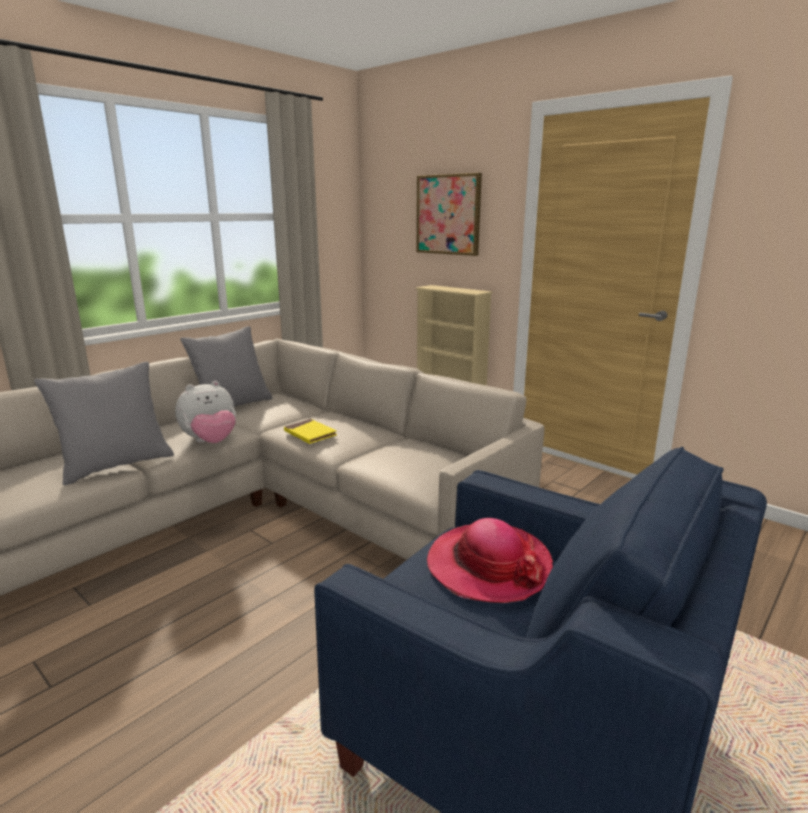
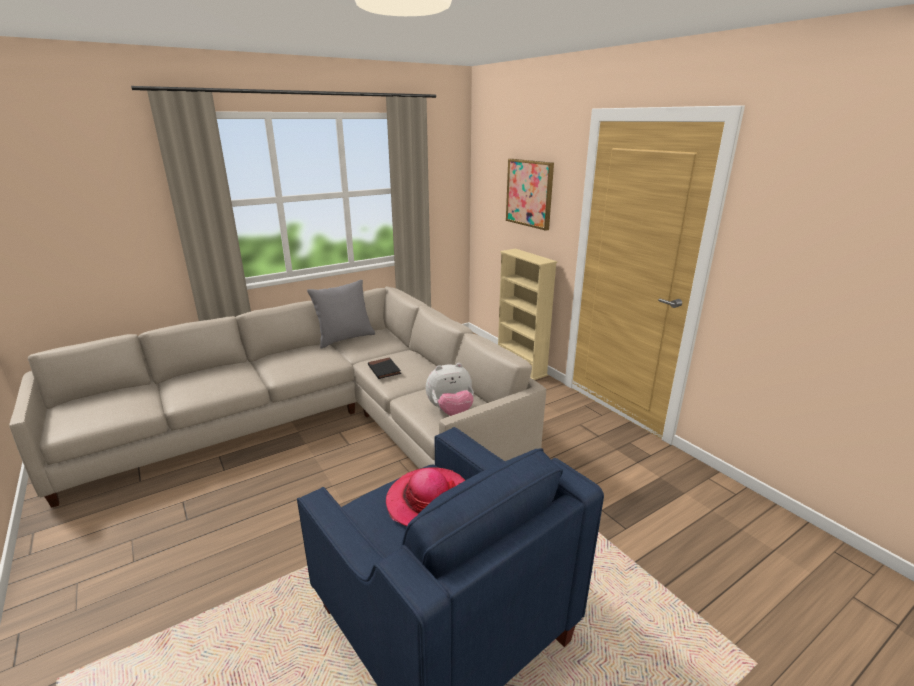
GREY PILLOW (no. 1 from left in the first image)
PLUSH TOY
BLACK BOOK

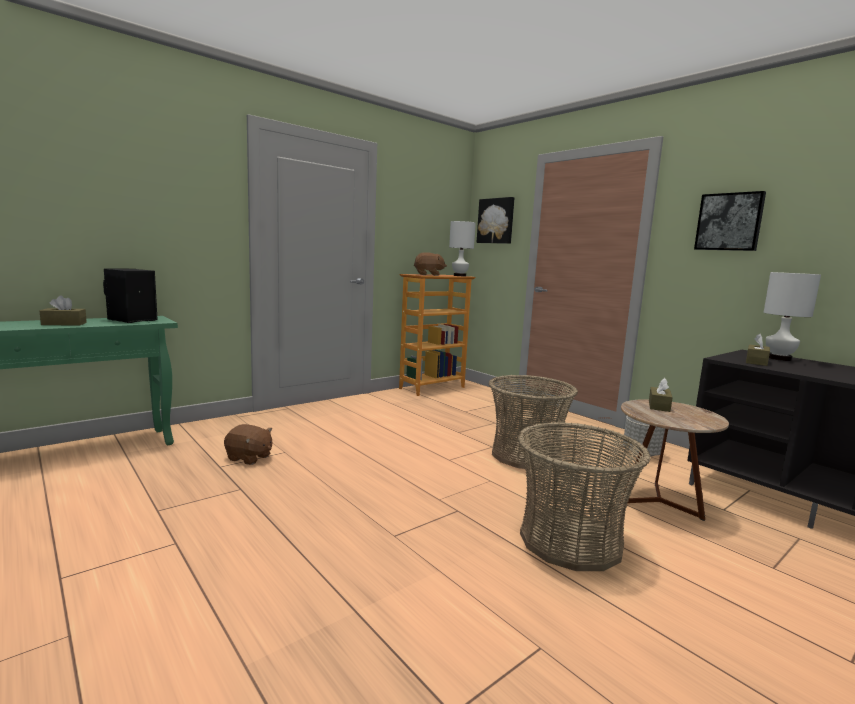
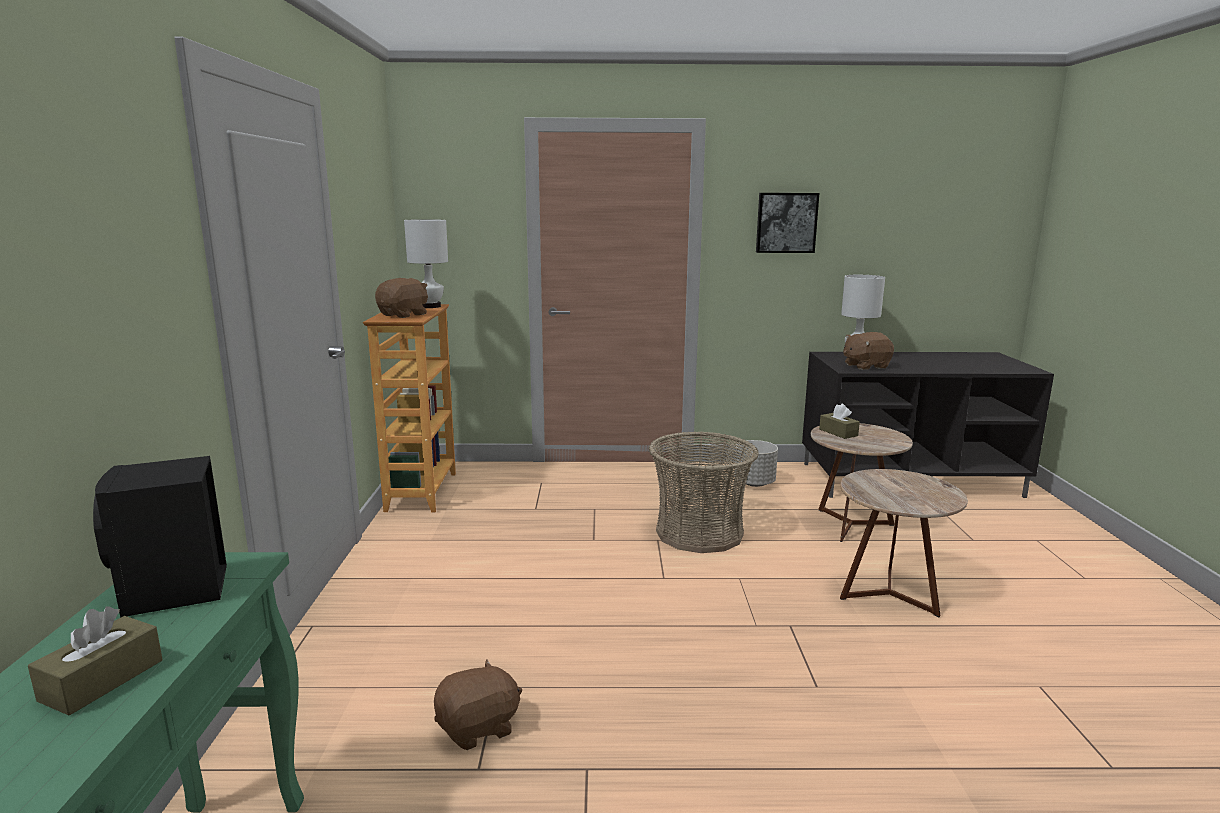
PICTURE (no. 1 from left in the first image)
BROWN SIDE TABLE (no. 2 from left)
BROWN PLUSH TOY (no. 3 from left)

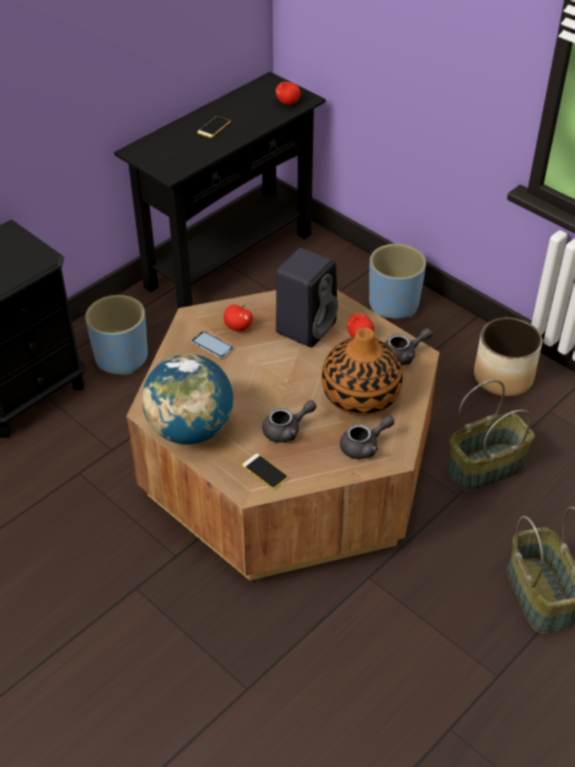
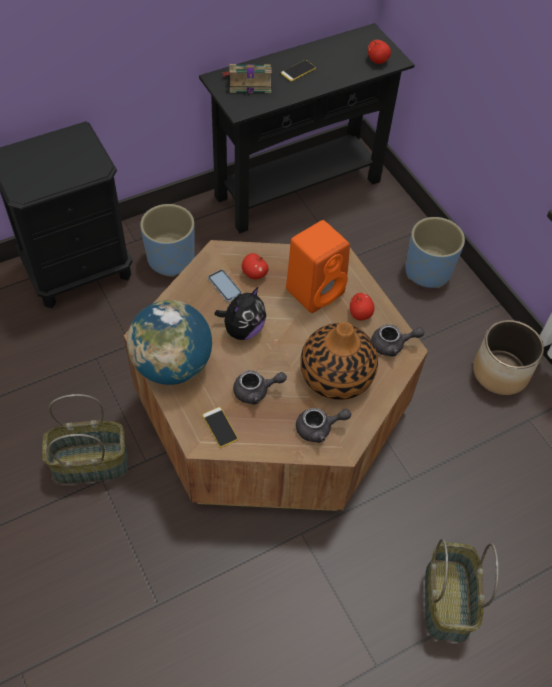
ORANGE SPEAKER
BASKET (no. 1 from left)
PLUSH TOY
BOOK

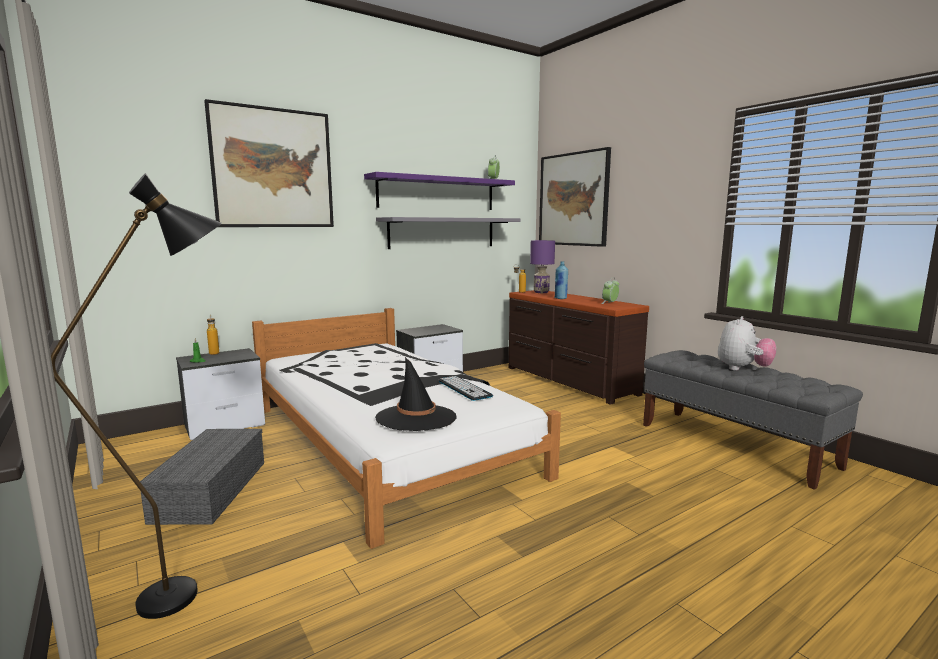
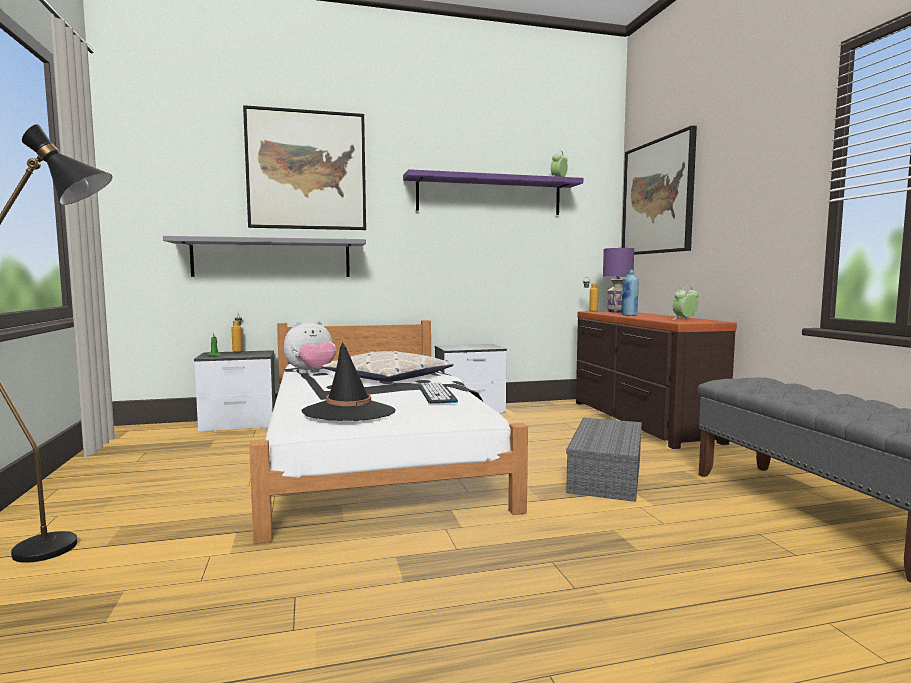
GREY STORAGE BOX
GREY SHELF
PLUSH TOY
PILLOW

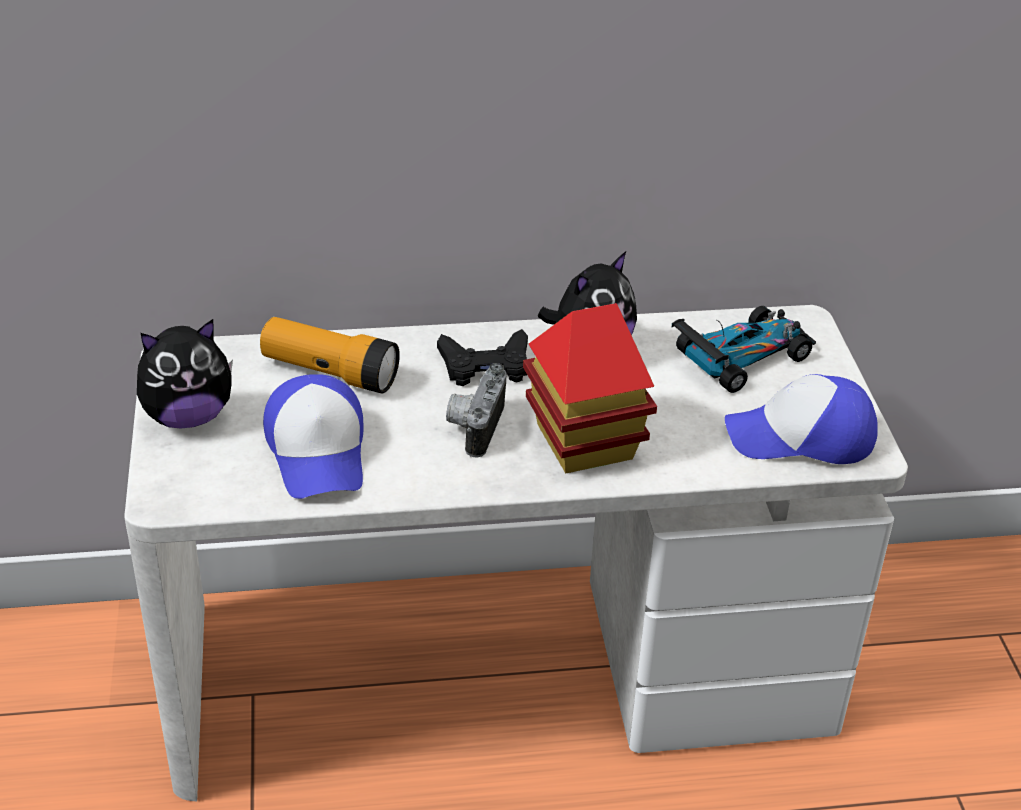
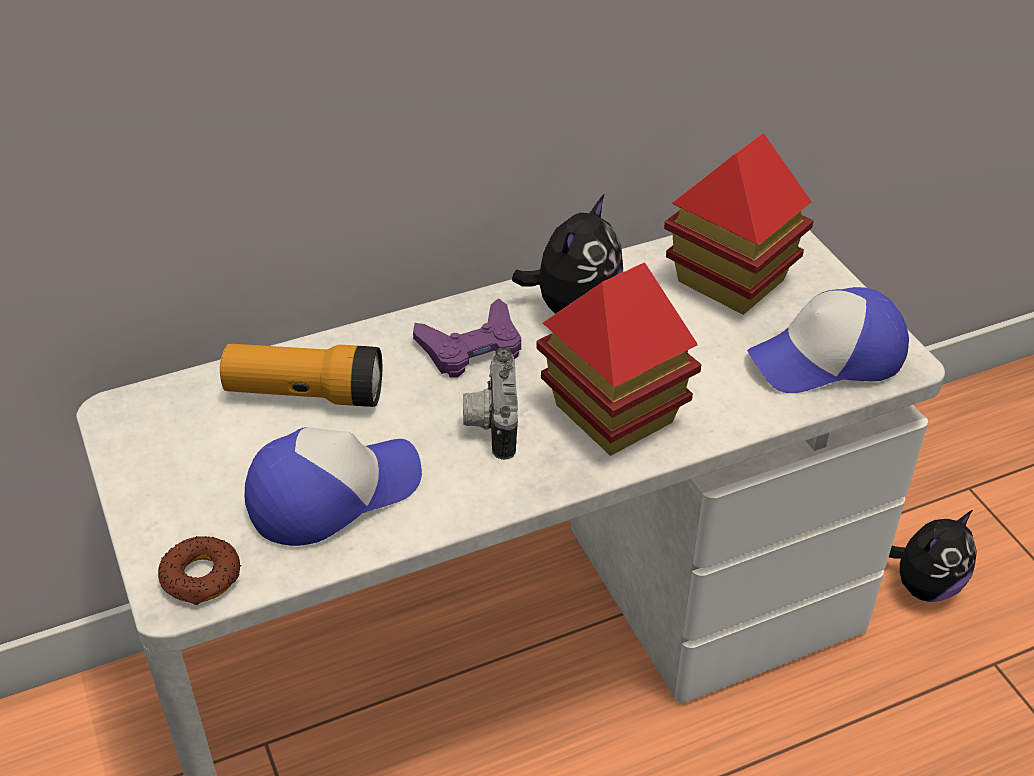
PLUSH TOY (no. 2 from left)
CAP (no. 1 from left)
PURPLE GAME CONTROLLER
TOY HOUSE (no. 2 from left)
DONUT

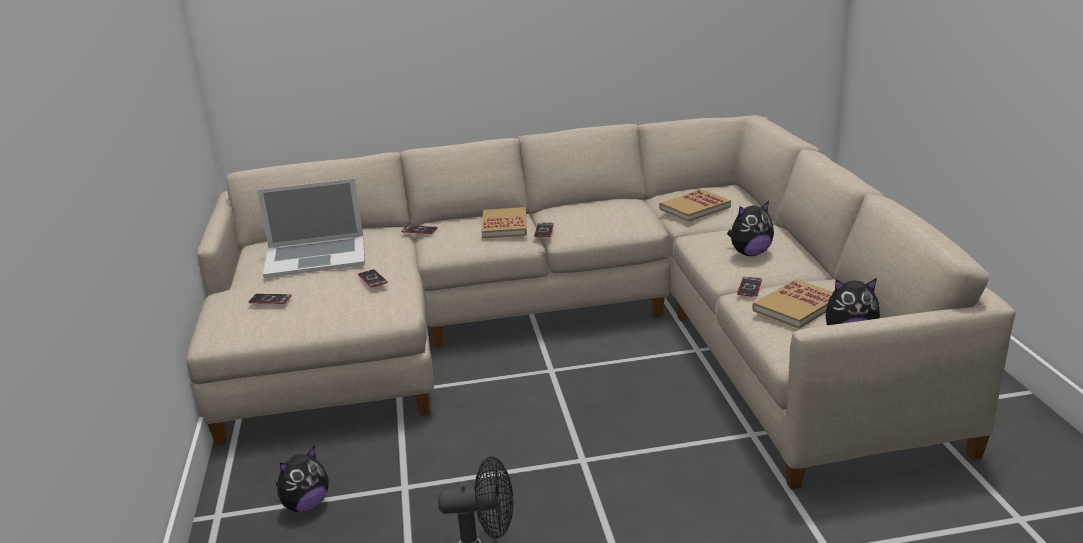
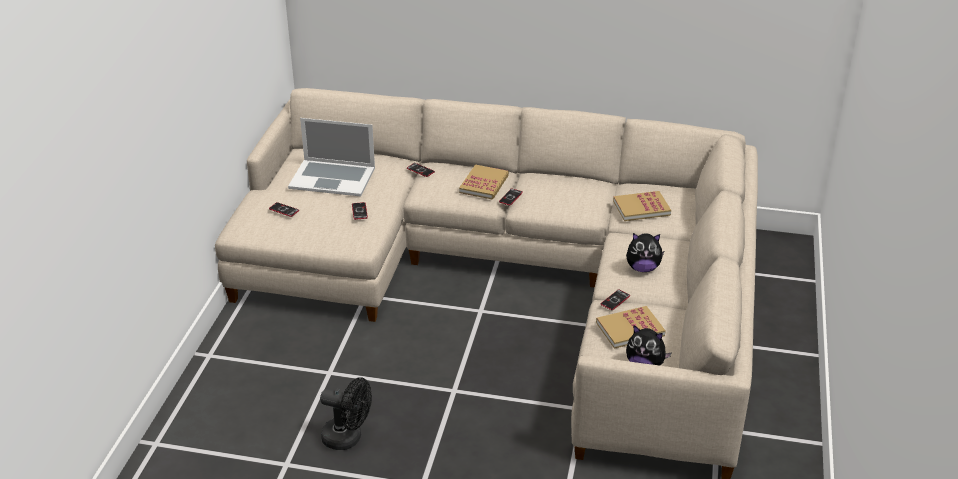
PLUSH TOY (no. 1 from left in the first image)

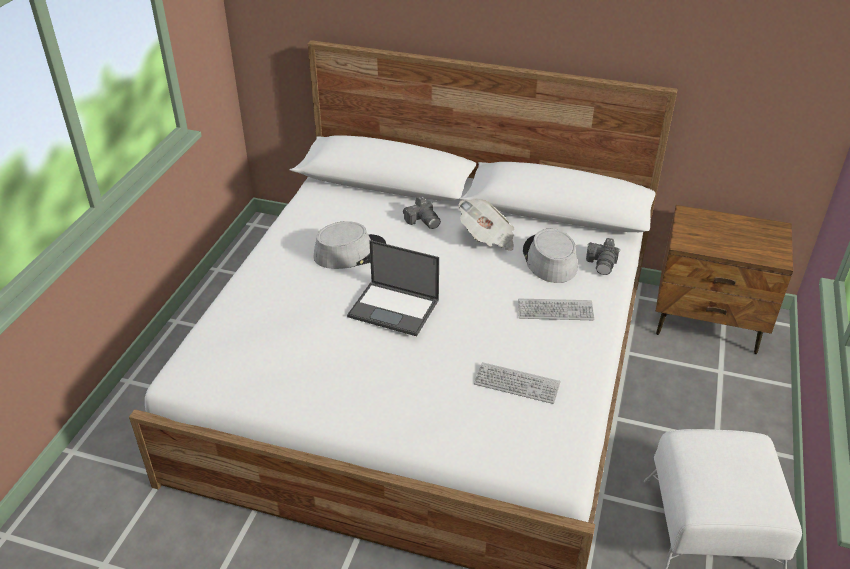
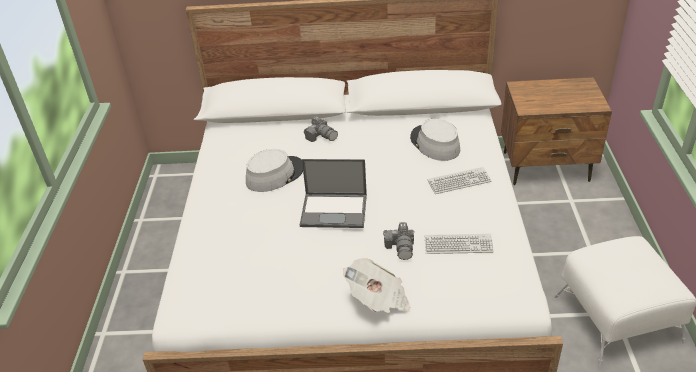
NEWSPAPER
PHOTO CAMERA (no. 2 from left)

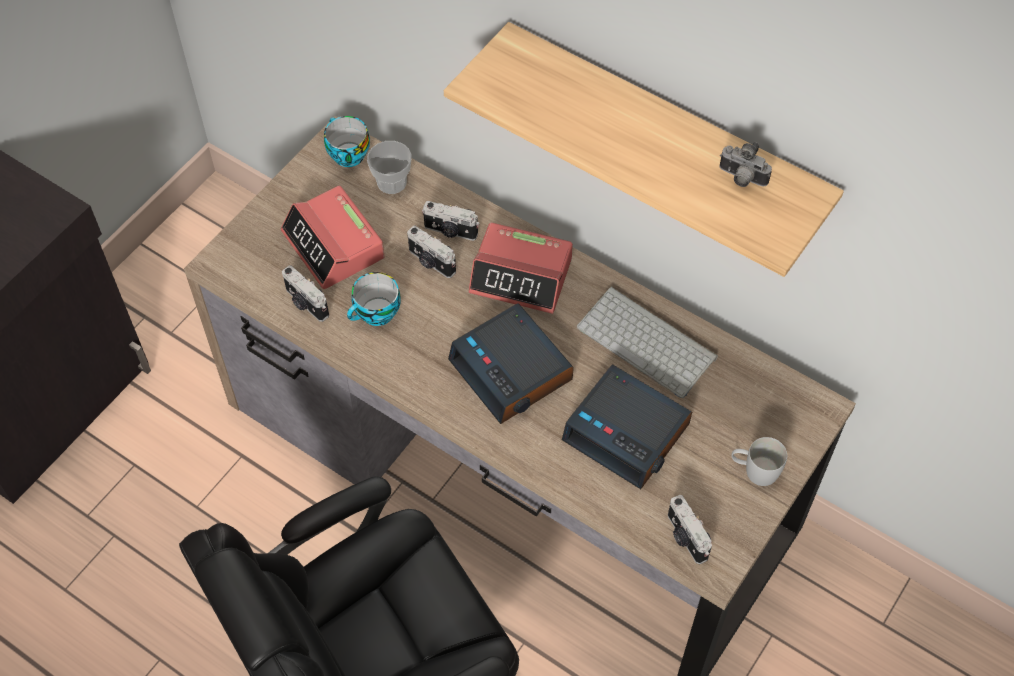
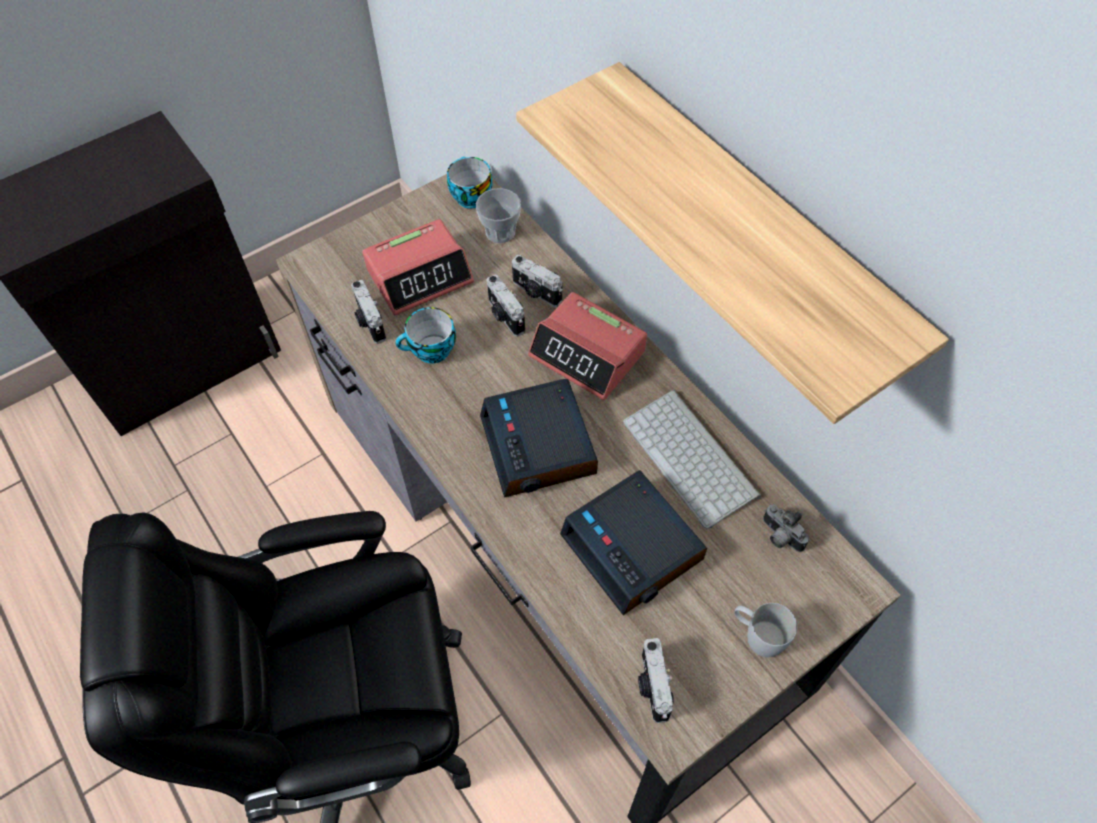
ALARM CLOCK (no. 1 from left)
PHOTO CAMERA (no. 5 from left)

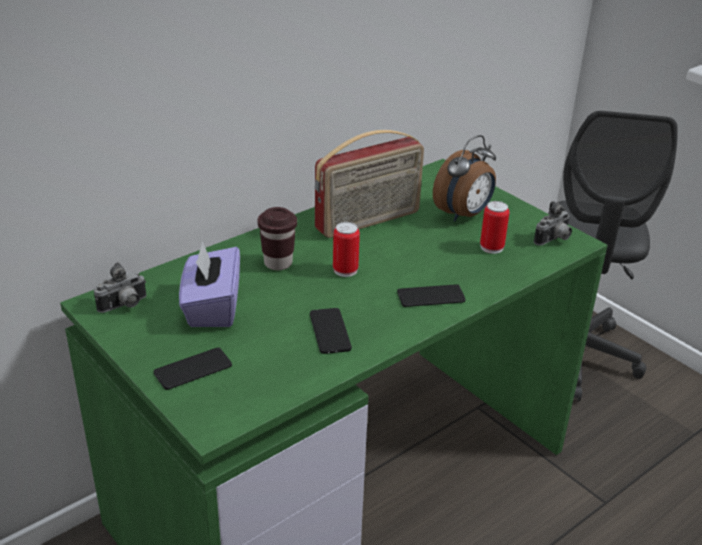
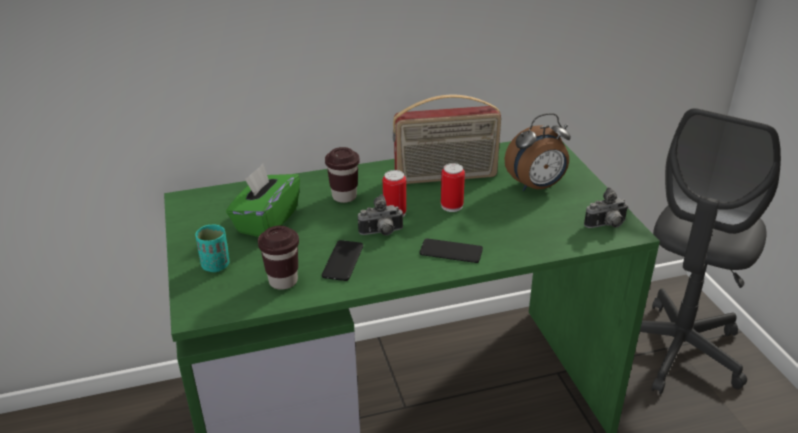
PHOTO CAMERA (no. 1 from left)
TURQUOISE CUP
GREEN TISSUE BOX
CAN (no. 2 from left)
BROWN CUP (no. 1 from left)

